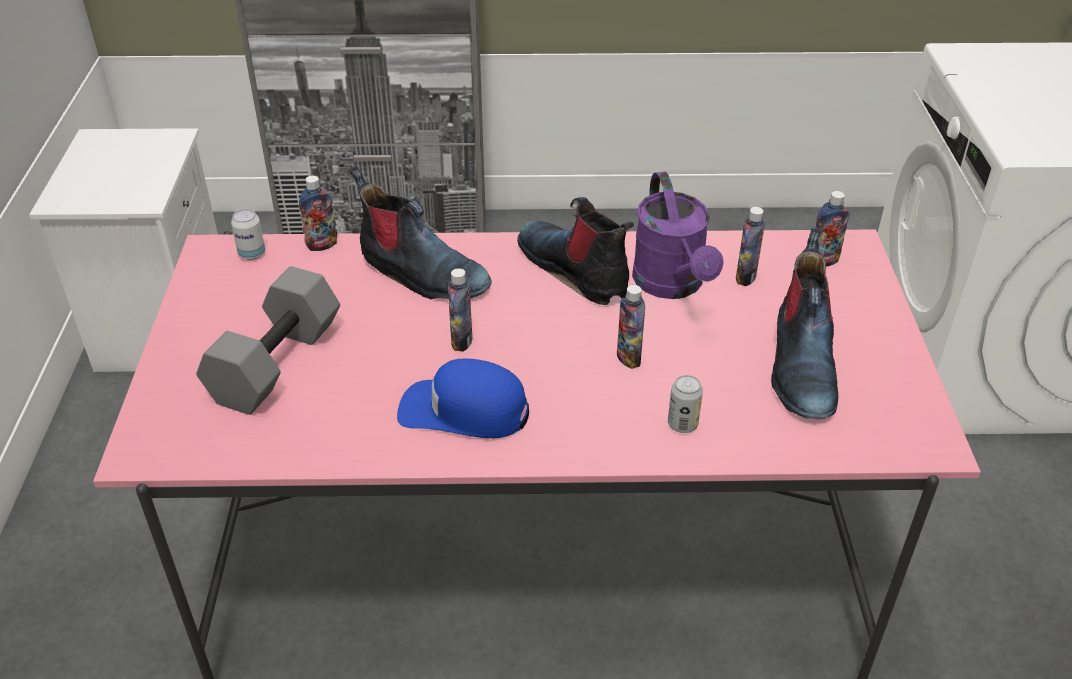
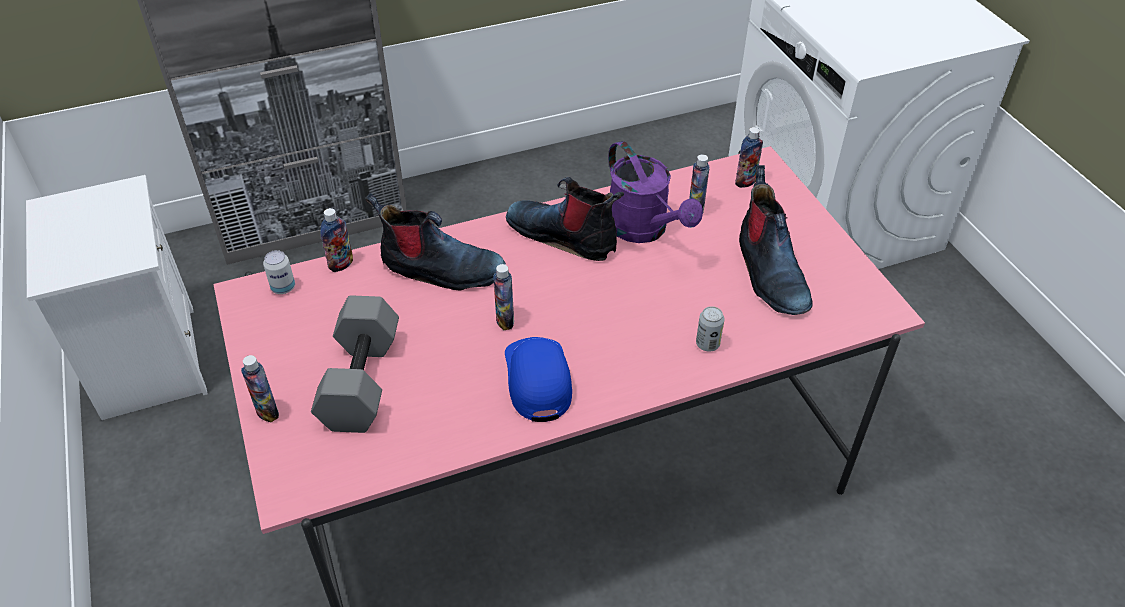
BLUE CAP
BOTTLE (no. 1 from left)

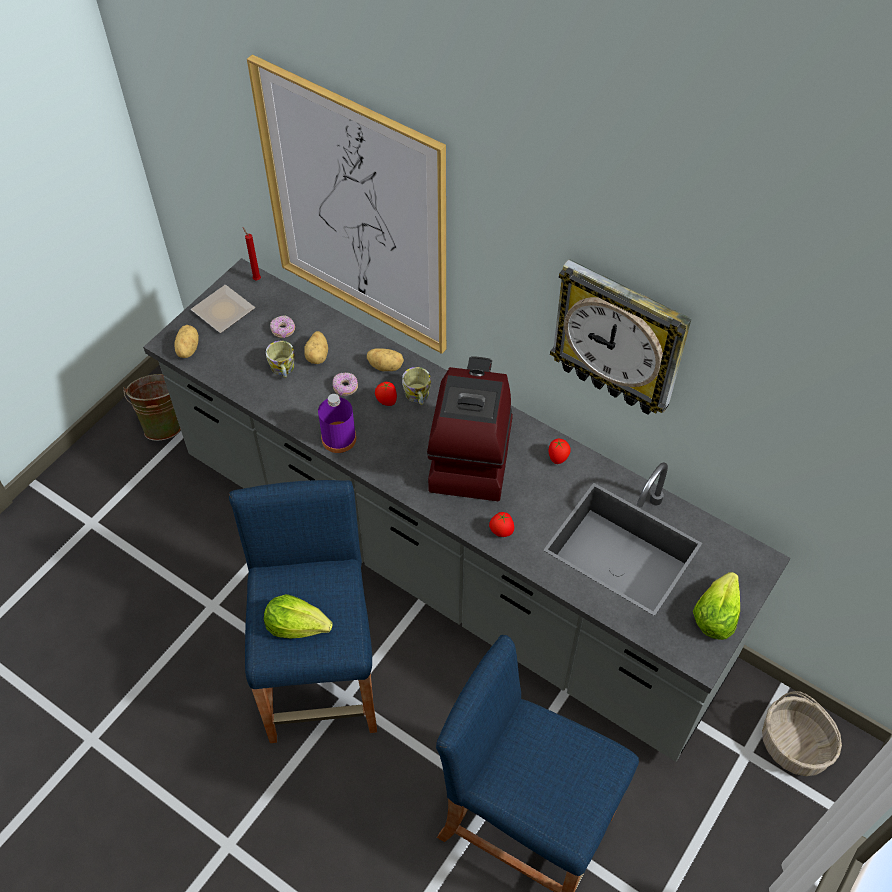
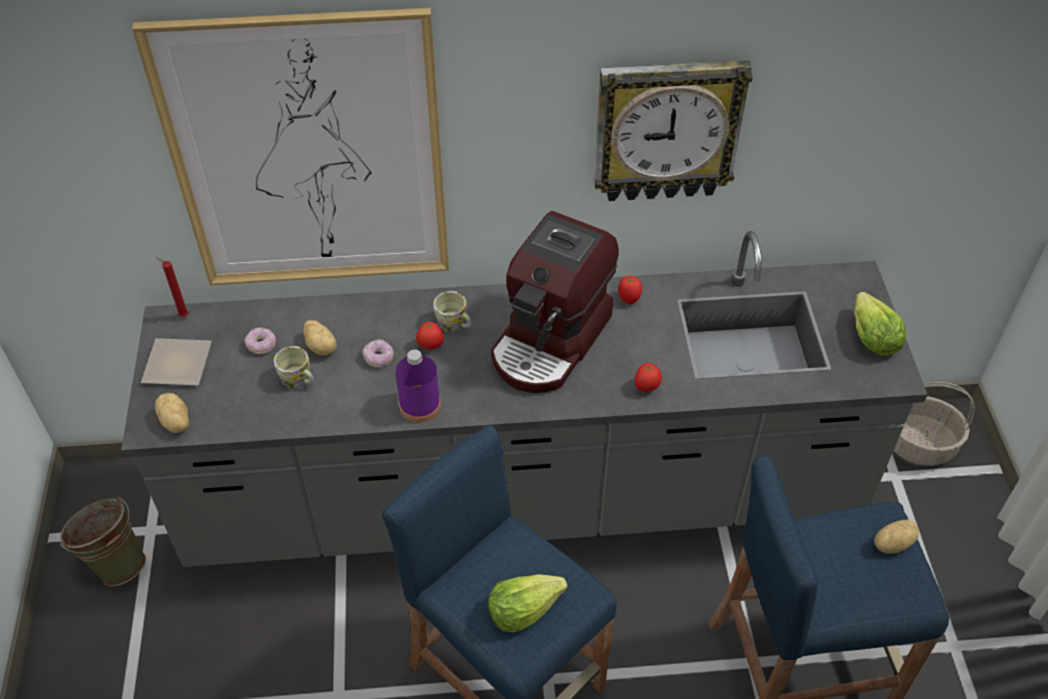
POTATO (no. 3 from left)
COFFEE MACHINE

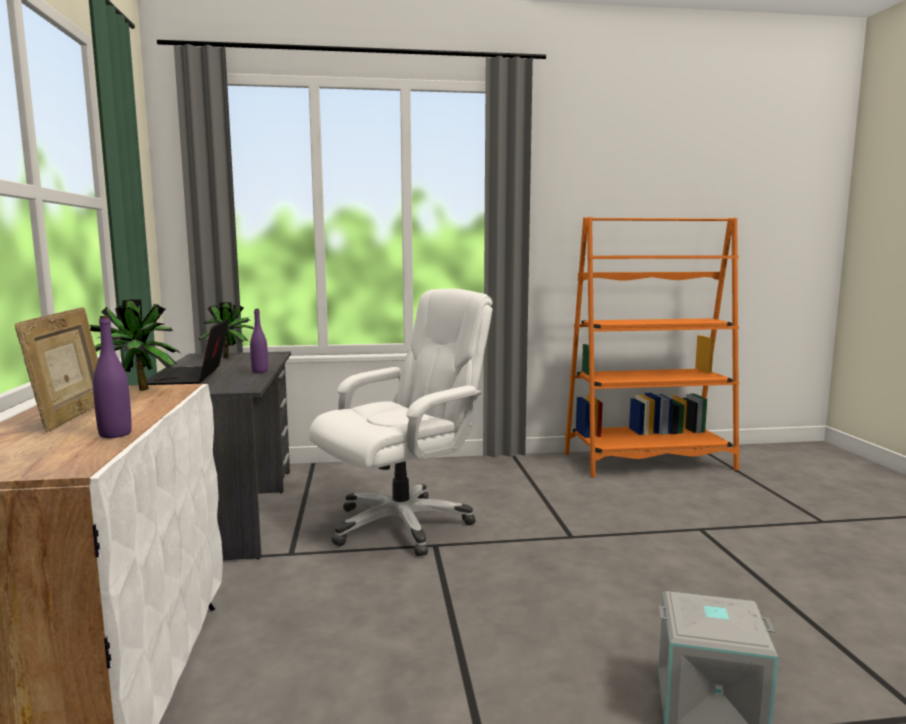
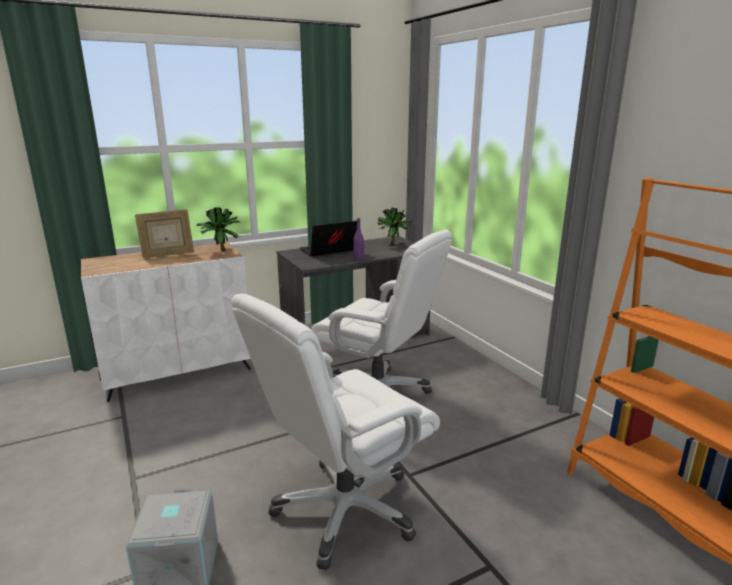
PURPLE BOTTLE (no. 1 from left in the first image)
WHITE OFFICE CHAIR (no. 1 from left)

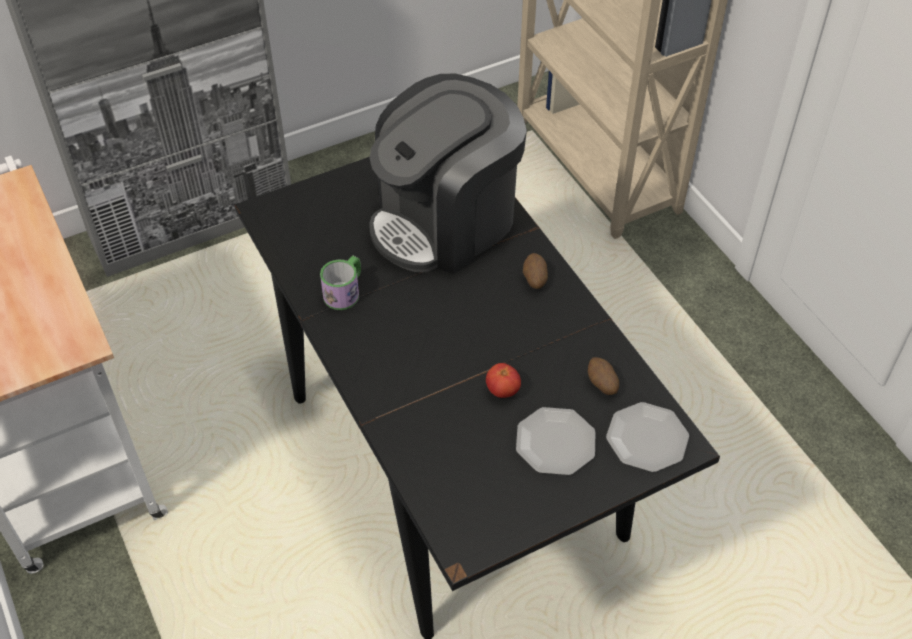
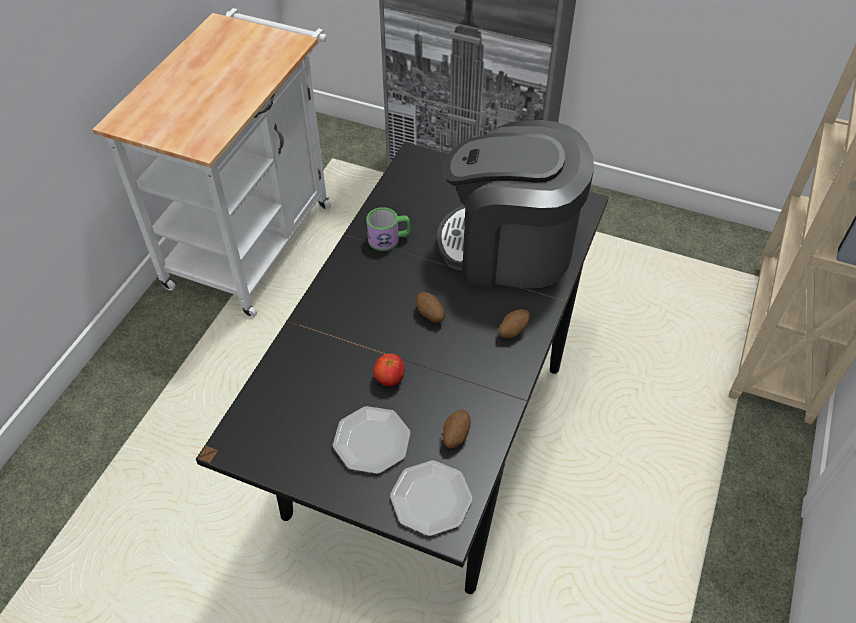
POTATO (no. 1 from left)

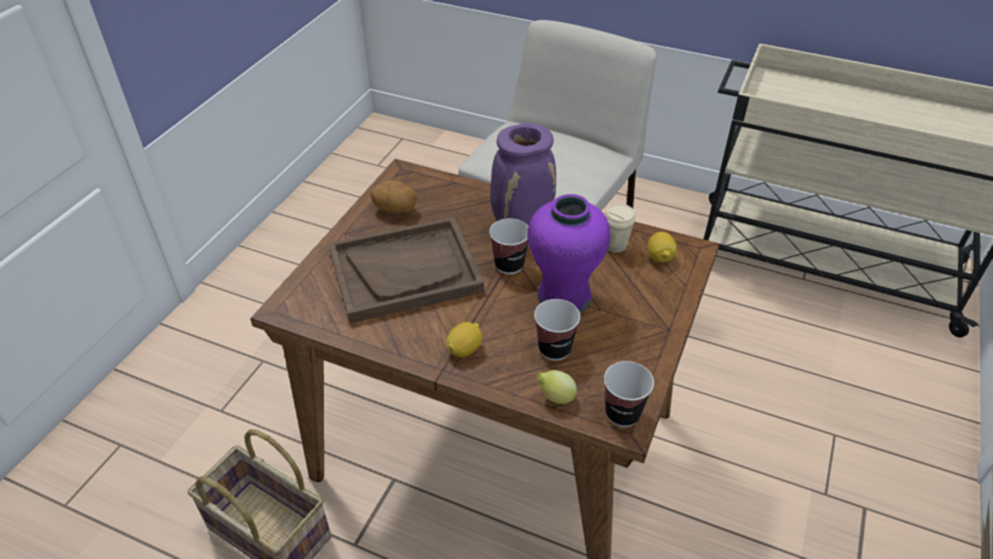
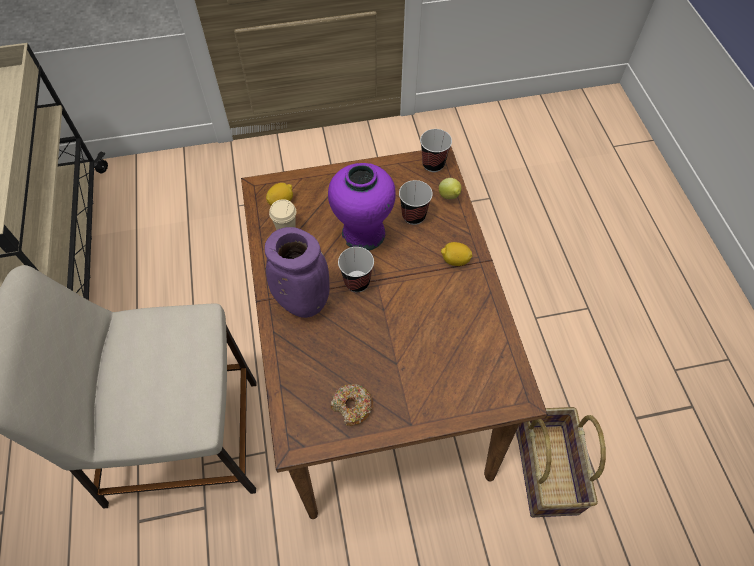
BROWN TRAY
DONUT

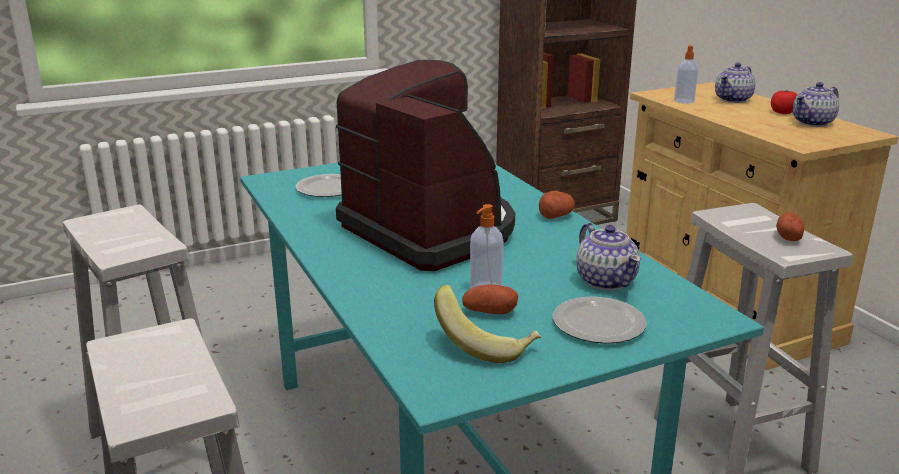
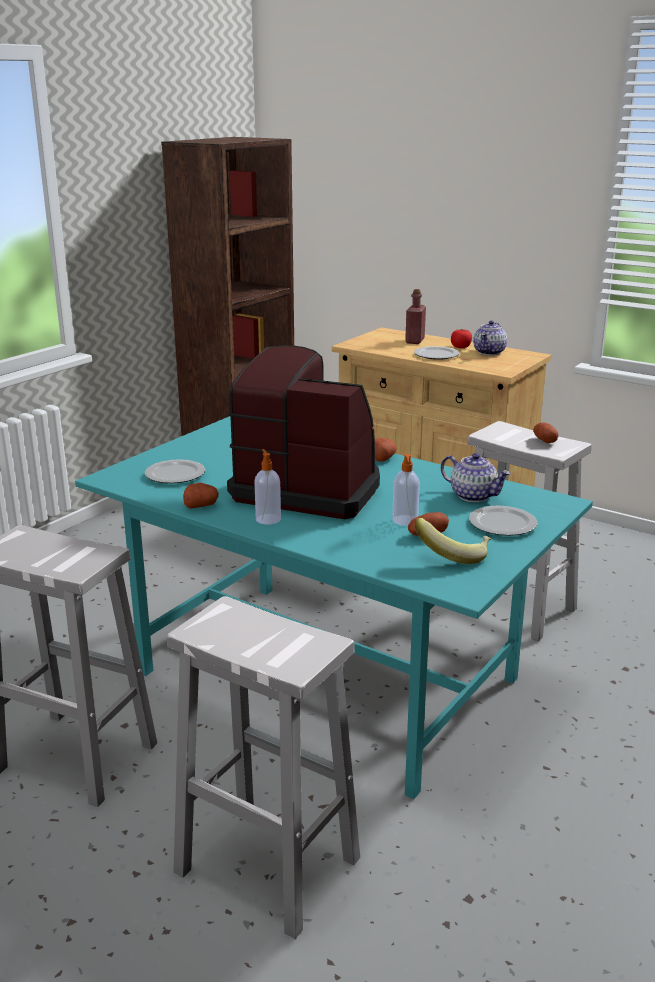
SOAP DISPENSER (no. 1 from left)
RED BOTTLE
POTATO (no. 1 from left)
PLATE (no. 2 from left)

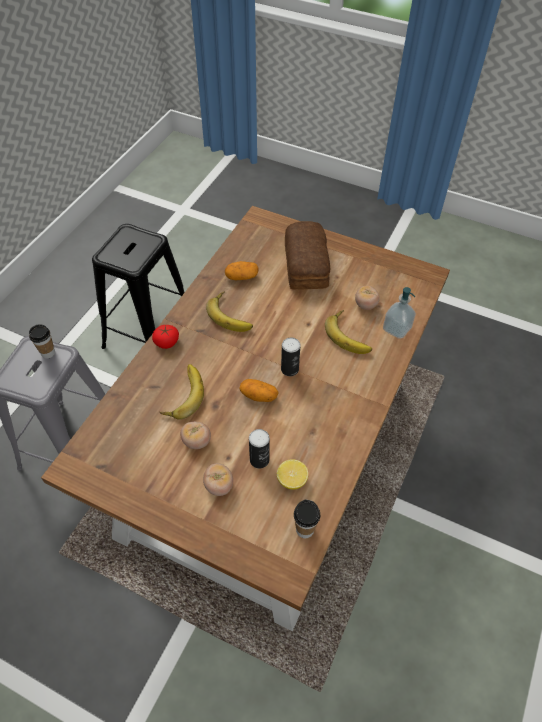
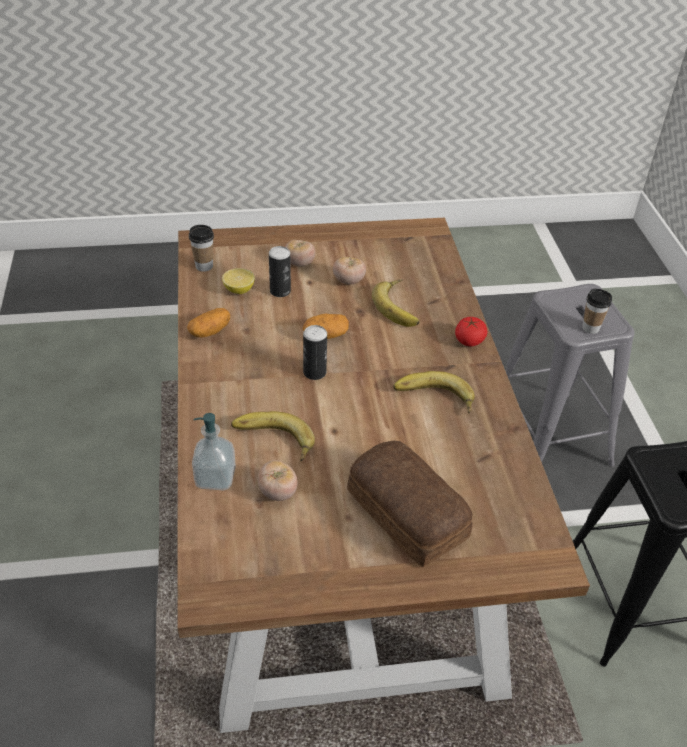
POTATO (no. 1 from left)

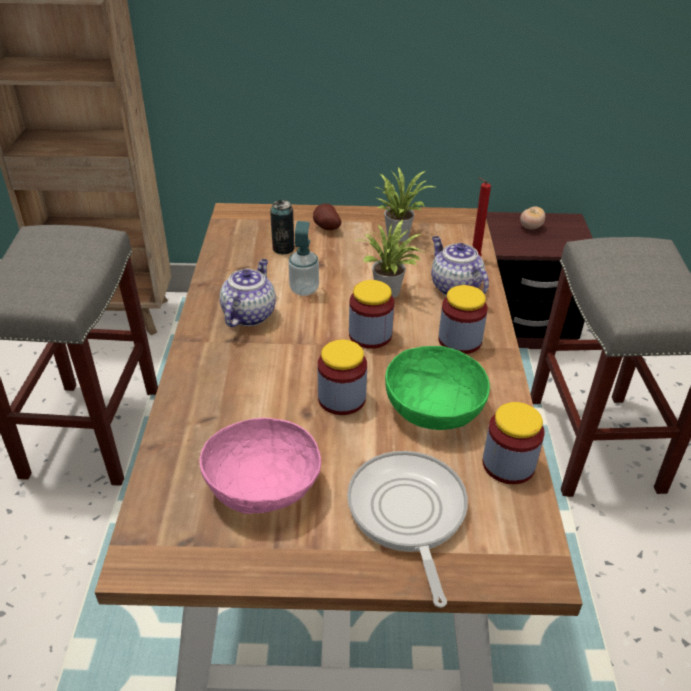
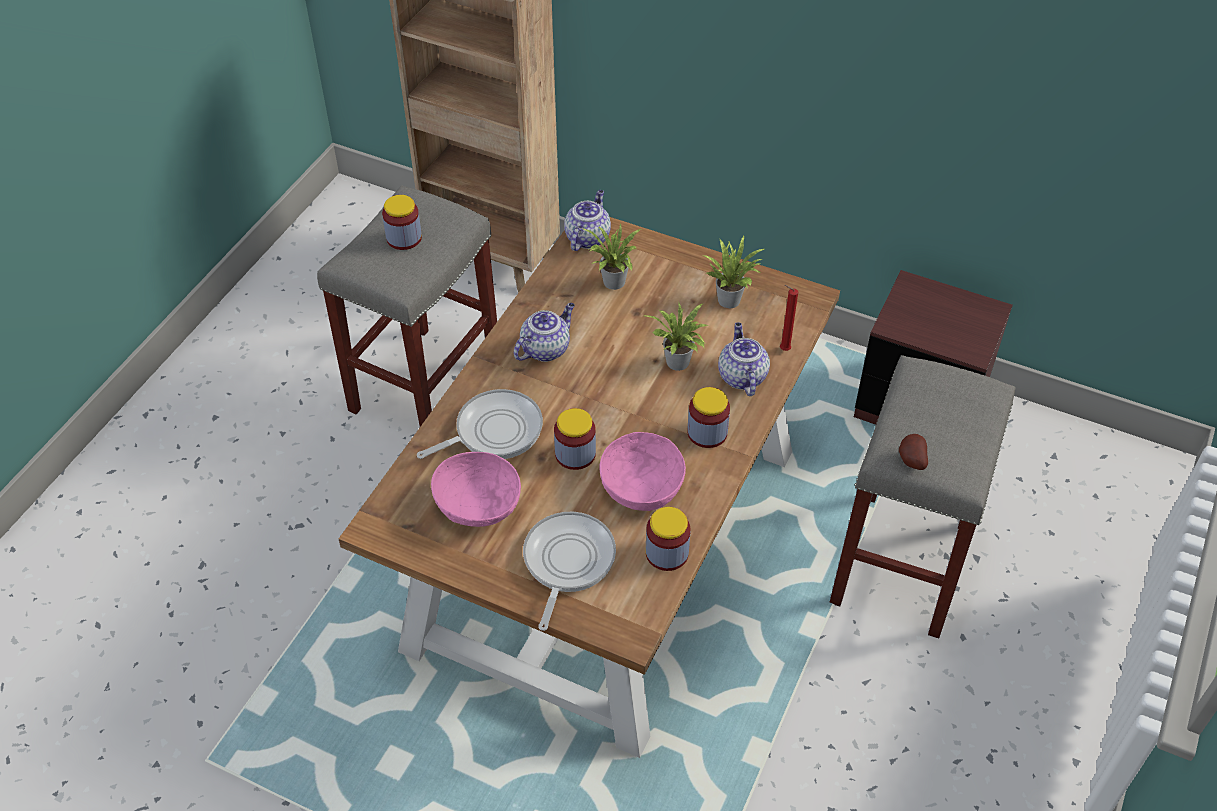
POTTED PLANT (no. 1 from left)
SOAP DISPENSER
POTATO
JAR (no. 1 from left)
PINK BOWL (no. 2 from left)
TOMATO
FRYING PAN (no. 1 from left)
TEAPOT (no. 2 from left)

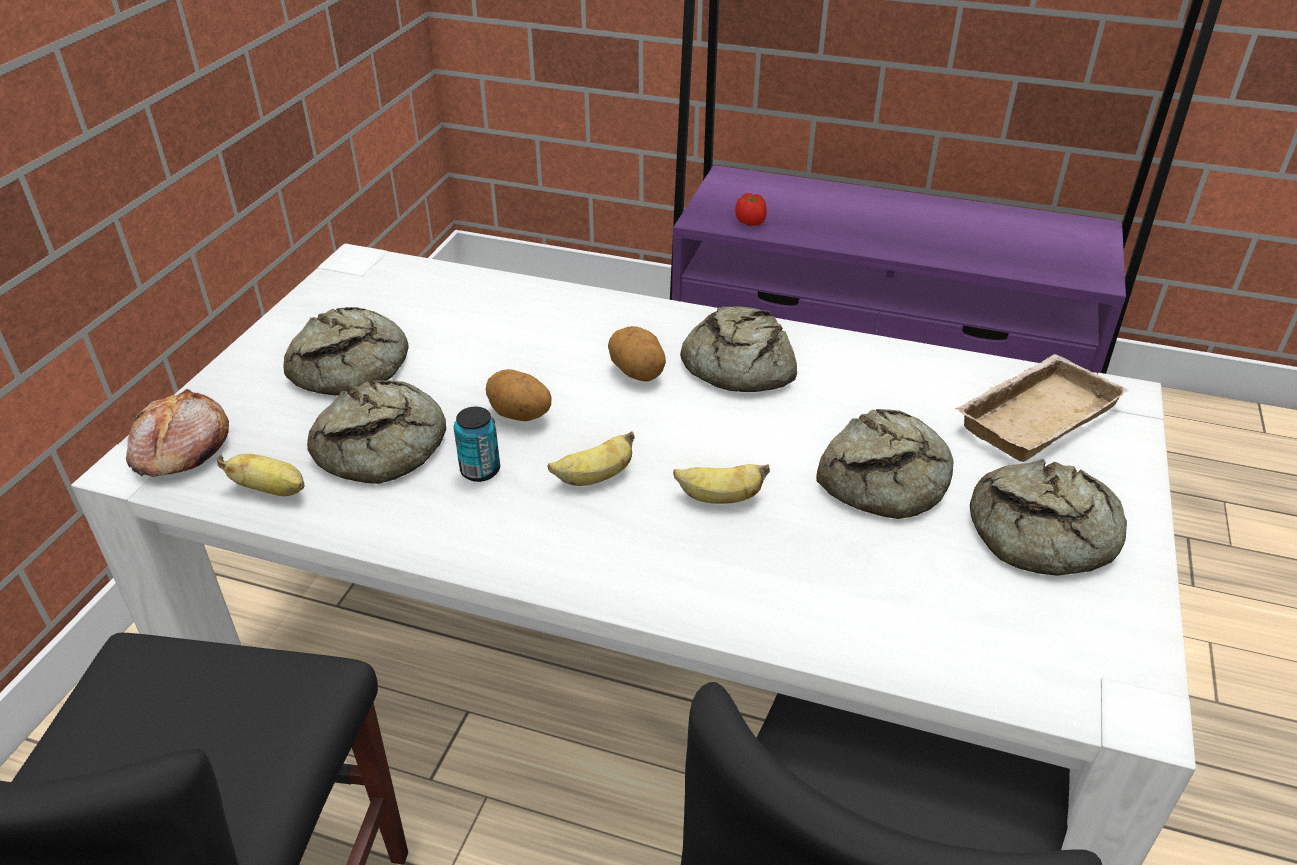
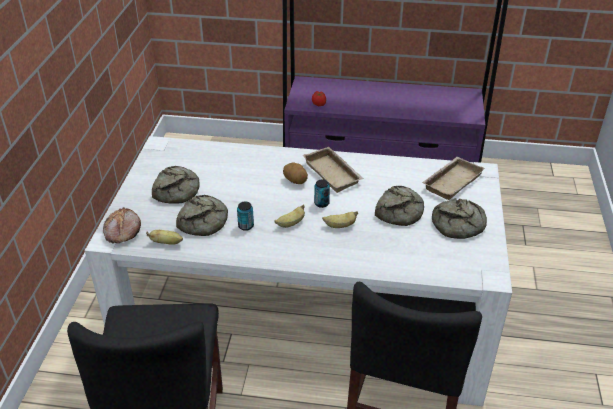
POTATO (no. 1 from left in the first image)
BEIGE TRAY (no. 1 from left)
CAN (no. 2 from left)

